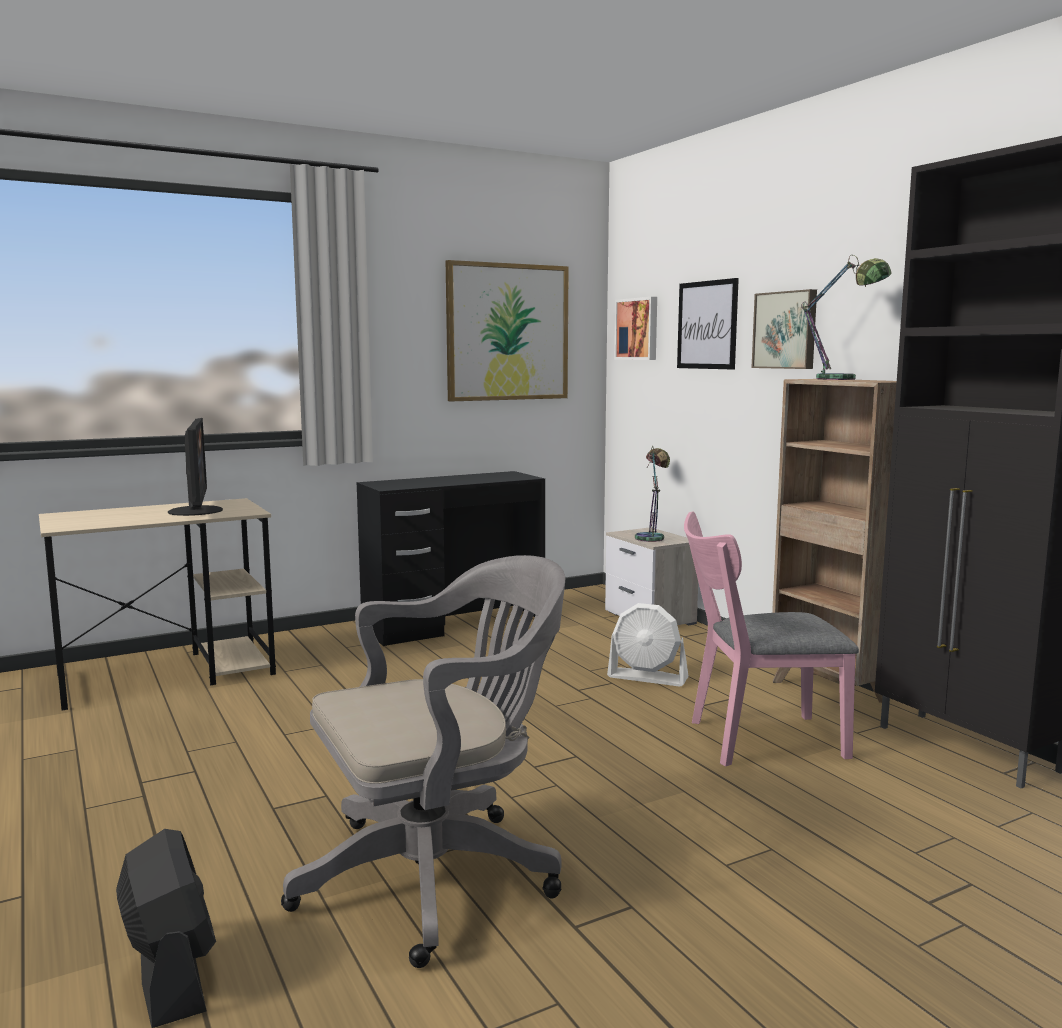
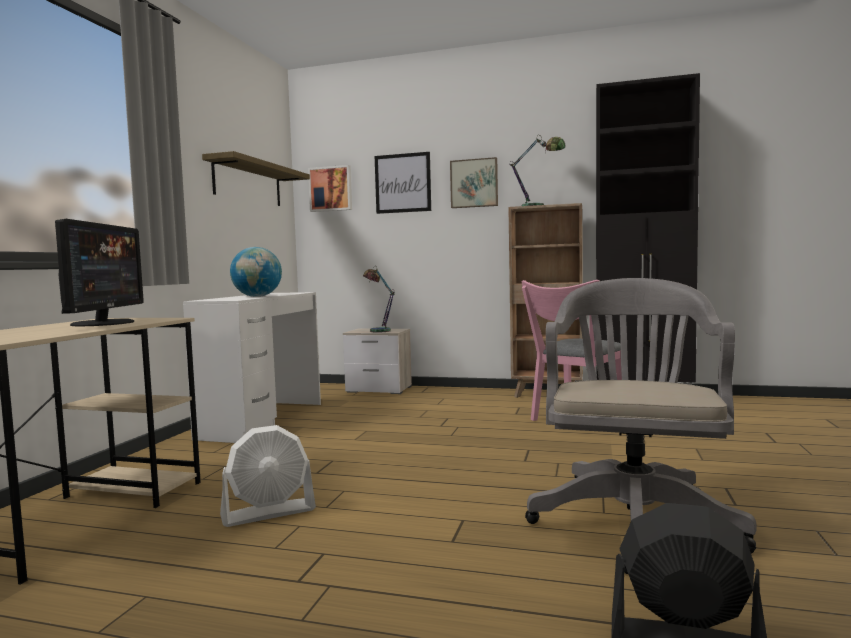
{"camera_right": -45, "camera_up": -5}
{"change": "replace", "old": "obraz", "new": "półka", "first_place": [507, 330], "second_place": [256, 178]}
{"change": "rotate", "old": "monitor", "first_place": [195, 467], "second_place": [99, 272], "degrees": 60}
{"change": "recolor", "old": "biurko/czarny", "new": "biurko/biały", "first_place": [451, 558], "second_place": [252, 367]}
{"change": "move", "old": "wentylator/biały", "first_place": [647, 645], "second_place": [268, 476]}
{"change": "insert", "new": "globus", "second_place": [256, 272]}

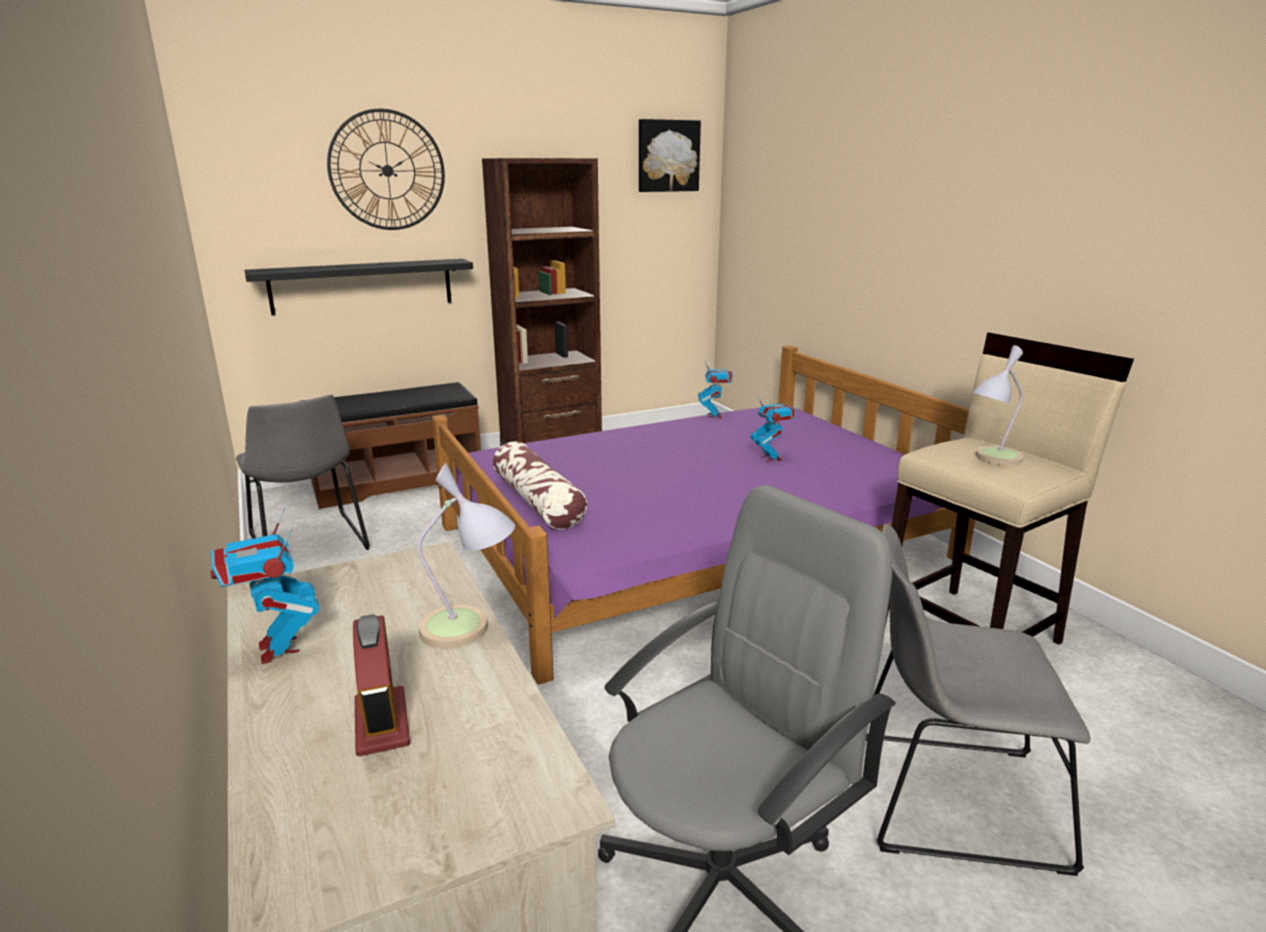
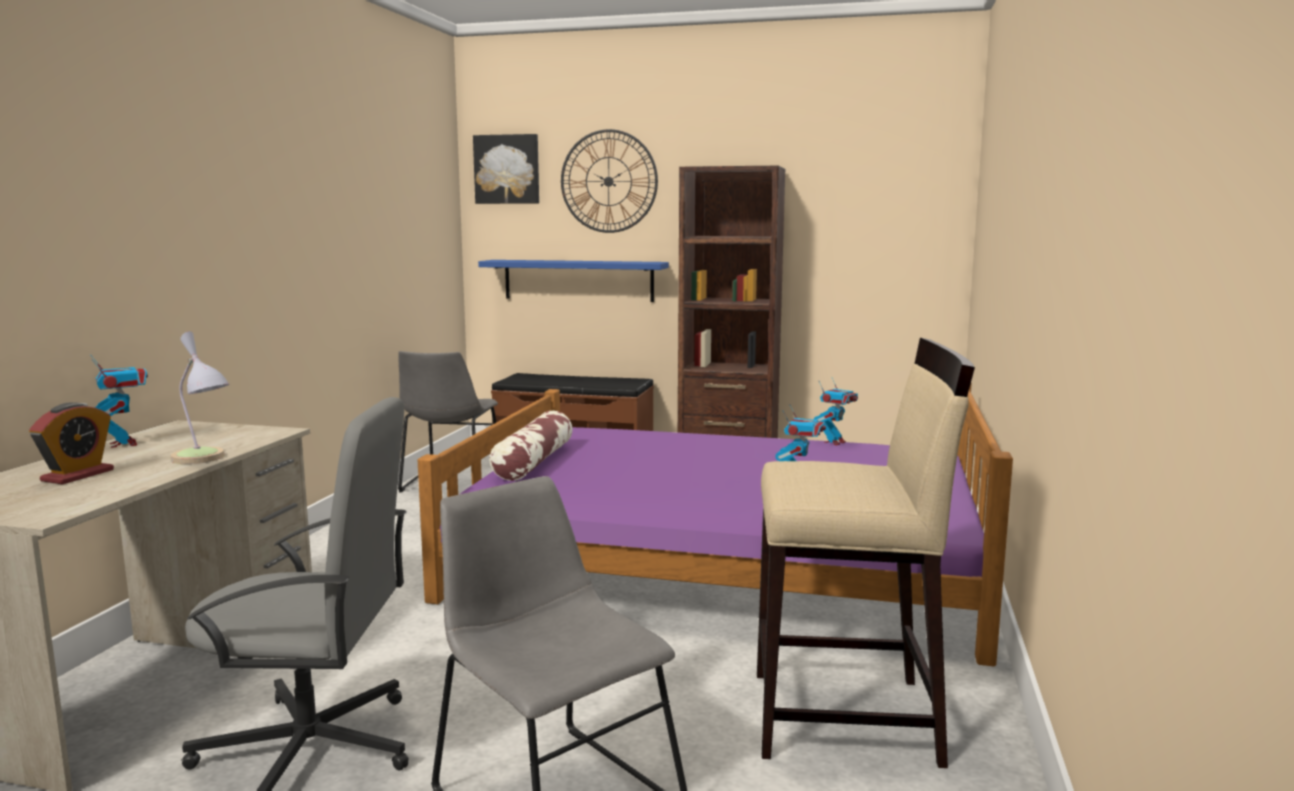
{"camera_right": 40, "camera_up": -10}
{"change": "move", "old": "obraz", "first_place": [670, 155], "second_place": [506, 169]}
{"change": "recolor", "old": "półka/czarny", "new": "półka/niebieski", "first_place": [358, 287], "second_place": [573, 281]}
{"change": "delete", "old": "lampa stołowa", "first_place": [998, 405]}
{"change": "rotate", "old": "robot zabawkowy", "first_place": [264, 585], "second_place": [119, 401], "degrees": 135}

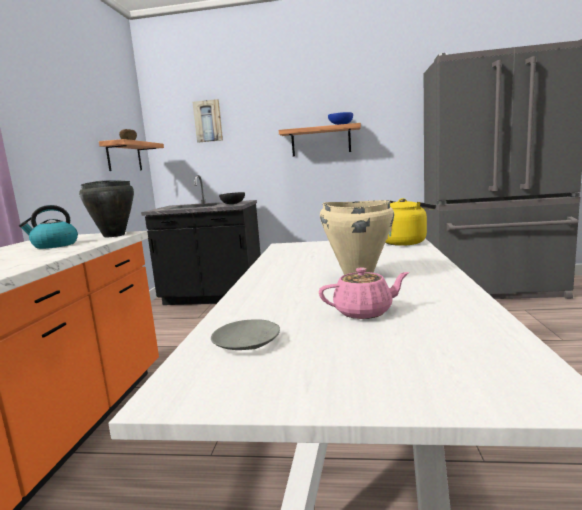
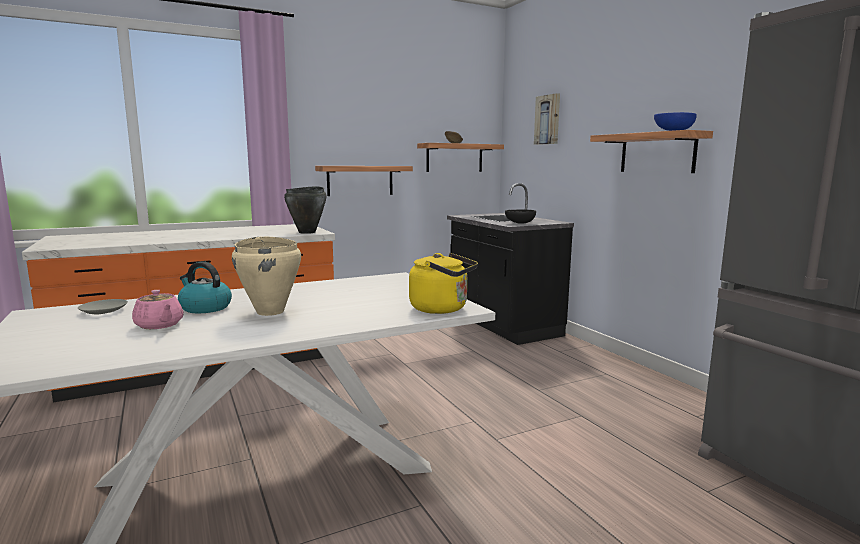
{"camera_right": 55, "camera_up": 0}
{"change": "move", "old": "czajnik", "first_place": [48, 227], "second_place": [205, 287]}
{"change": "insert", "new": "półka", "second_place": [364, 181]}

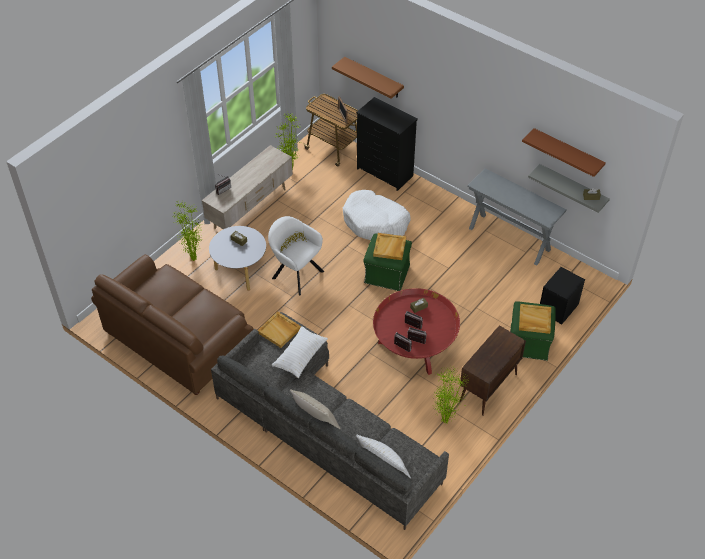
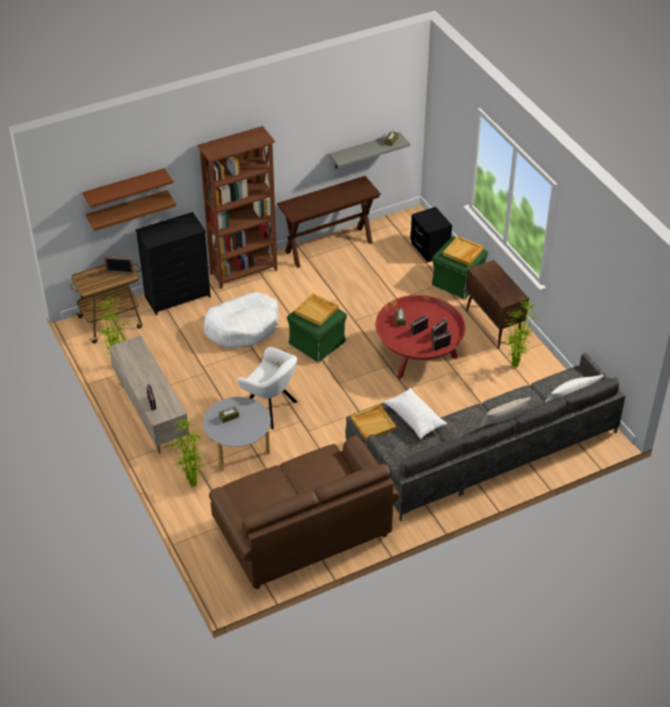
{"camera_right": -65, "camera_up": -5}
{"change": "move", "old": "półka/brązowy", "first_place": [564, 152], "second_place": [127, 188]}
{"change": "recolor", "old": "stolik konsolowy/szary", "new": "stolik konsolowy/brązowy", "first_place": [517, 216], "second_place": [329, 222]}
{"change": "rotate", "old": "fotel/biały", "first_place": [296, 255], "second_place": [267, 388], "degrees": -120}
{"change": "insert", "new": "regał/brązowy", "second_place": [237, 207]}

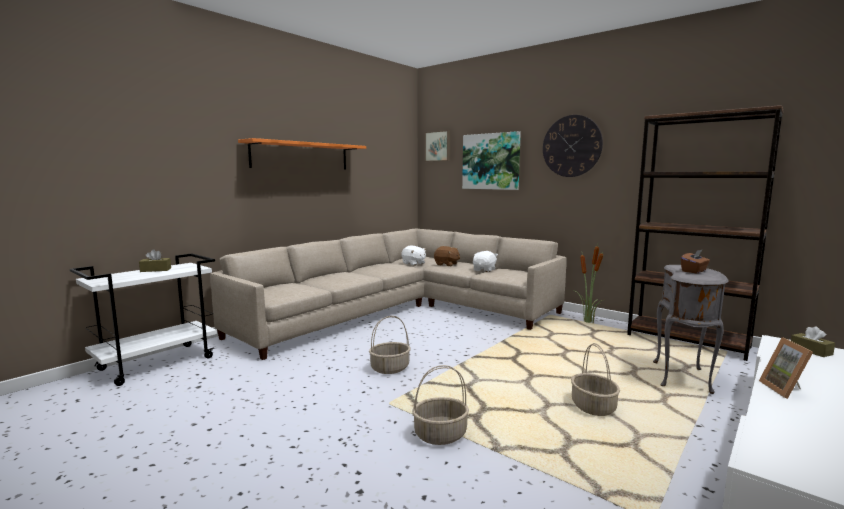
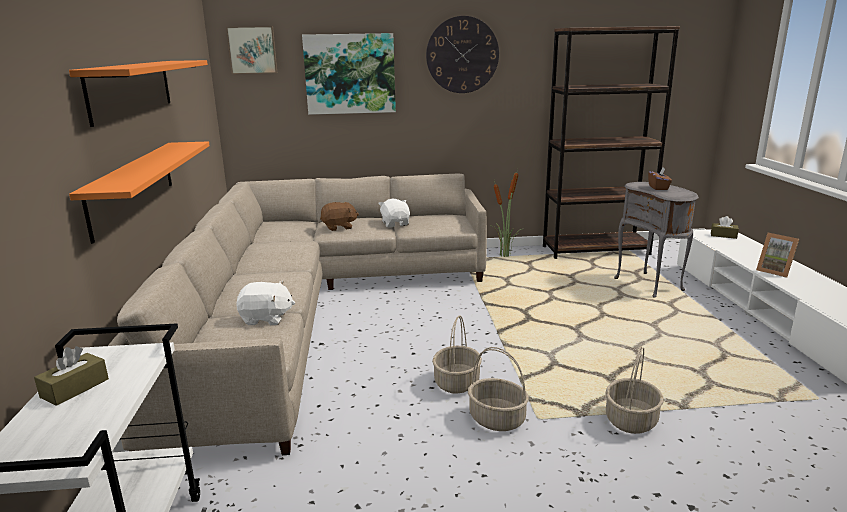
{"camera_right": -45, "camera_up": 10}
{"change": "move", "old": "pluszak/biały", "first_place": [413, 255], "second_place": [265, 303]}
{"change": "move", "old": "koszyk", "first_place": [595, 379], "second_place": [498, 389]}
{"change": "insert", "new": "półka/pomarańczowy", "second_place": [139, 192]}

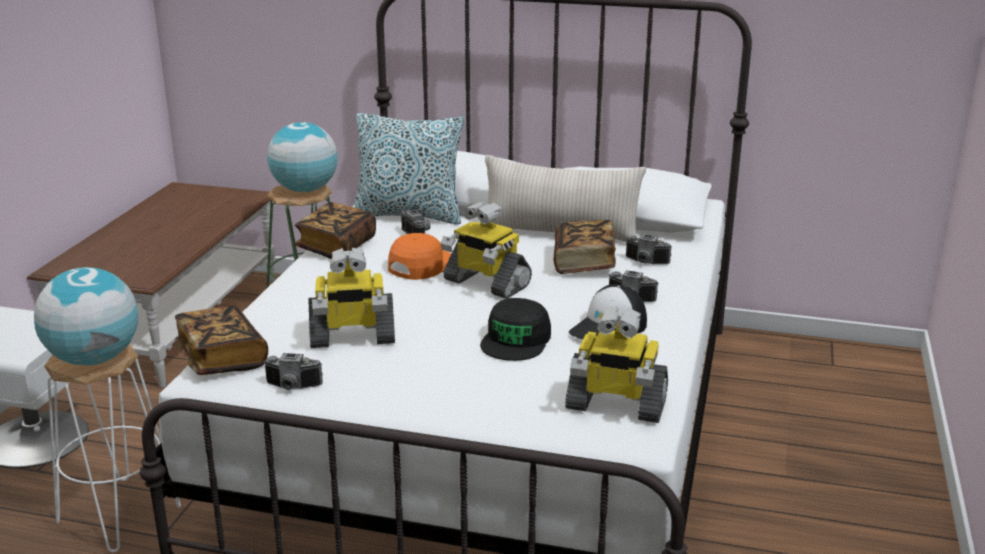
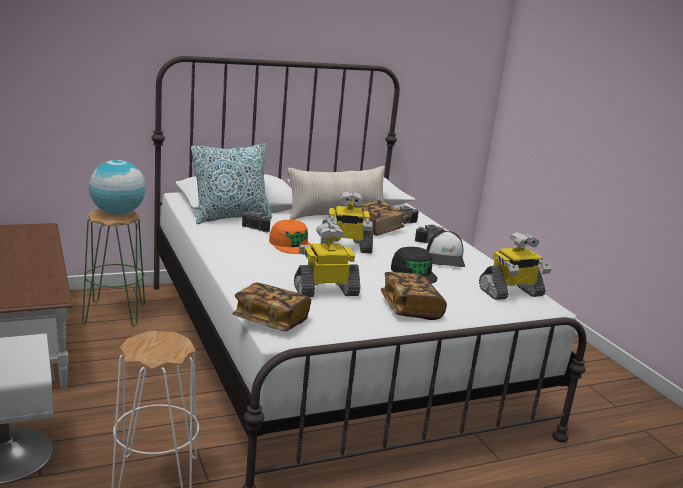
{"camera_right": -40, "camera_up": -5}
{"change": "move", "old": "książka", "first_place": [335, 230], "second_place": [414, 296]}
{"change": "rotate", "old": "czapka z daszkiem/pomarańczowy", "first_place": [419, 256], "second_place": [290, 237], "degrees": 150}
{"change": "rotate", "old": "robot zabawkowy", "first_place": [351, 297], "second_place": [327, 260], "degrees": -150}
{"change": "delete", "old": "globus", "first_place": [86, 316]}
{"change": "delete", "old": "aparat fotograficzny", "first_place": [293, 371]}

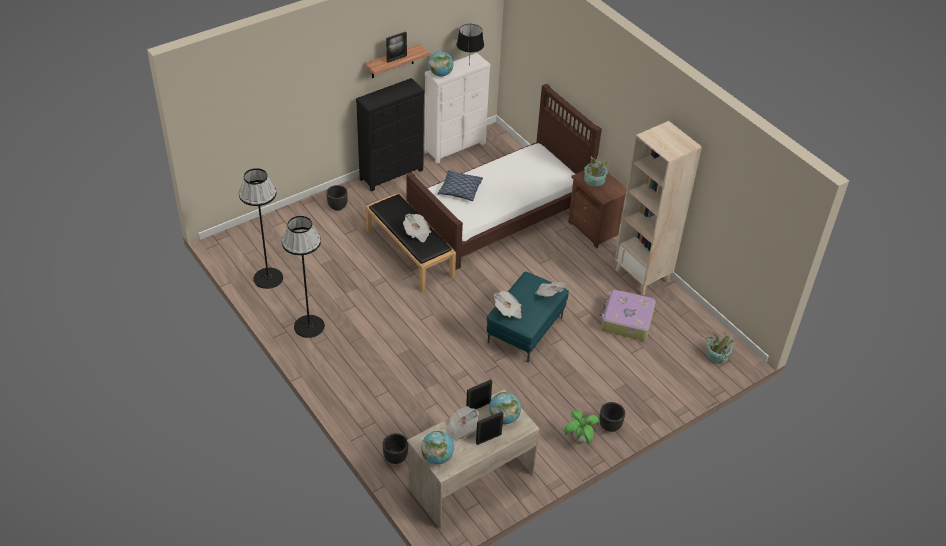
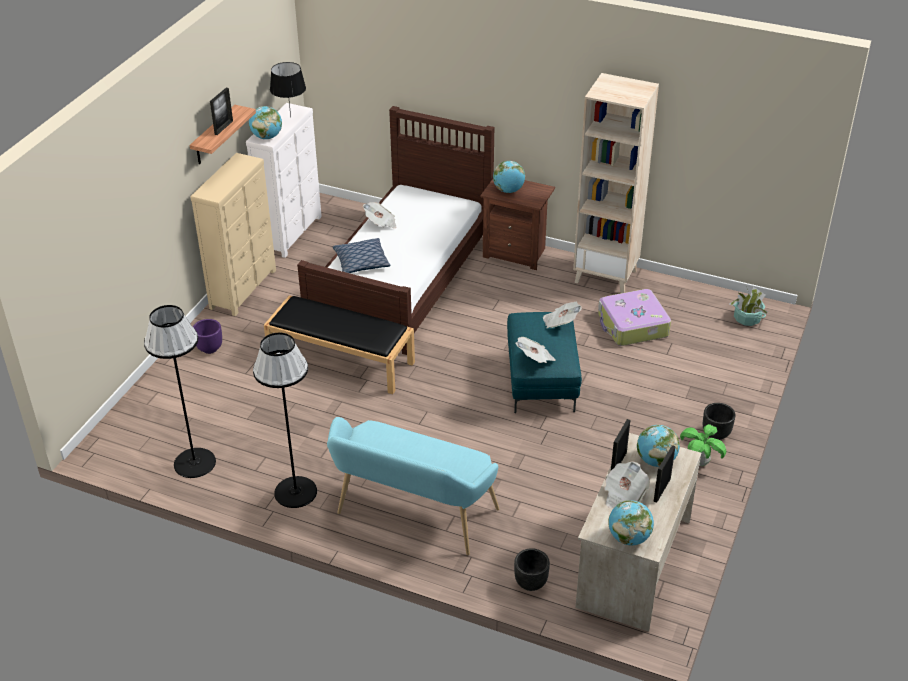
{"camera_right": -30, "camera_up": -5}
{"change": "recolor", "old": "komoda/czarny", "new": "komoda/beżowy", "first_place": [390, 135], "second_place": [233, 234]}
{"change": "replace", "old": "roślina doniczkowa", "new": "globus", "first_place": [597, 172], "second_place": [509, 177]}
{"change": "recolor", "old": "donica/czarny", "new": "donica/fioletowy", "first_place": [337, 198], "second_place": [207, 336]}
{"change": "move", "old": "gazeta", "first_place": [417, 228], "second_place": [379, 215]}
{"change": "insert", "new": "ławka/turkusowy", "second_place": [413, 486]}

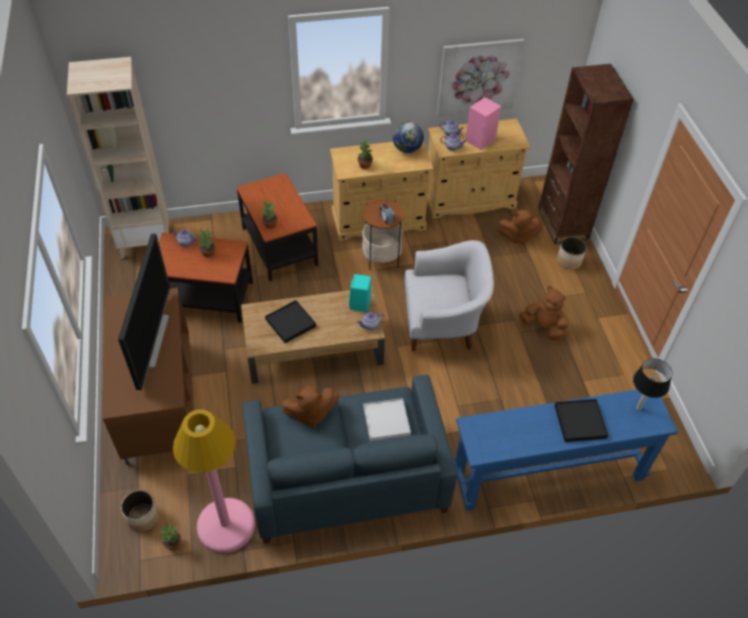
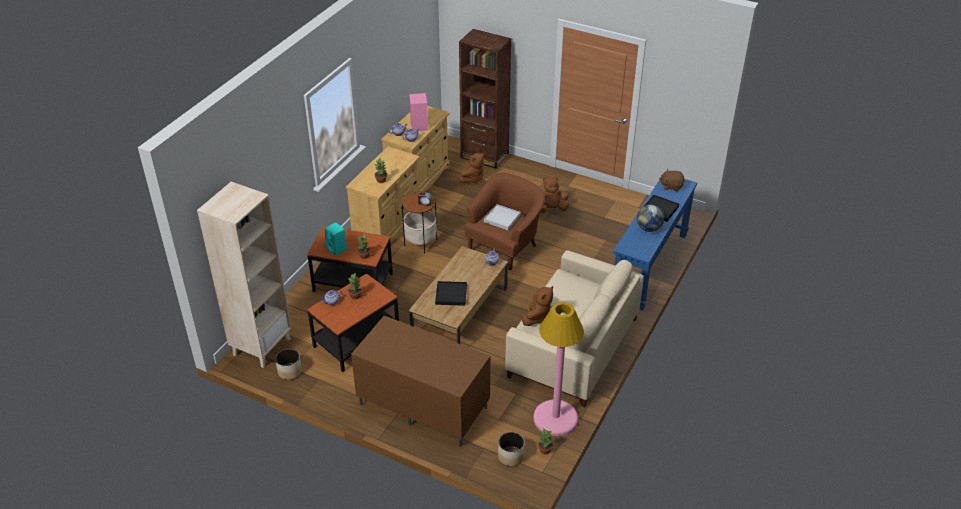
{"camera_right": -50, "camera_up": -10}
{"change": "delete", "old": "obraz", "first_place": [481, 77]}
{"change": "move", "old": "globus", "first_place": [408, 137], "second_place": [650, 218]}
{"change": "delete", "old": "telewizor", "first_place": [144, 312]}
{"change": "move", "old": "donica", "first_place": [572, 253], "second_place": [288, 364]}
{"change": "recolor", "old": "fotel/biały", "new": "fotel/brązowy", "first_place": [449, 295], "second_place": [504, 221]}
{"change": "move", "old": "głośnik/turkusowy", "first_place": [360, 293], "second_place": [336, 239]}
{"change": "replace", "old": "lampa stołowa", "new": "pluszak/brązowy", "first_place": [652, 384], "second_place": [672, 180]}
{"change": "recolor", "old": "kanapa/niebieski", "new": "kanapa/beżowy", "first_place": [350, 459], "second_place": [574, 328]}
{"change": "move", "old": "taca/biały", "first_place": [387, 419], "second_place": [502, 217]}

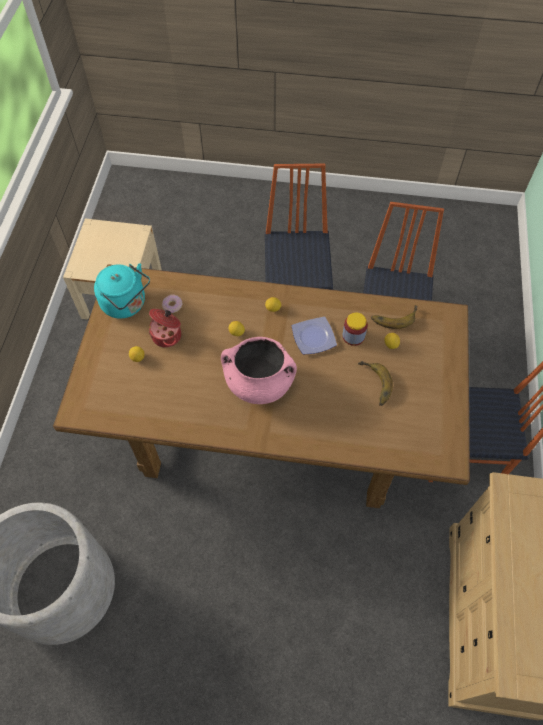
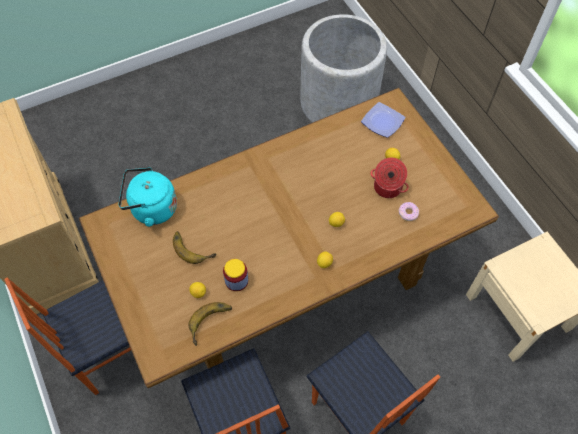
{"camera_right": 145, "camera_up": 0}
{"change": "move", "old": "czajnik/turkusowy", "first_place": [122, 291], "second_place": [148, 197]}
{"change": "move", "old": "talerz", "first_place": [314, 335], "second_place": [383, 120]}
{"change": "delete", "old": "garnek/różowy", "first_place": [259, 370]}

